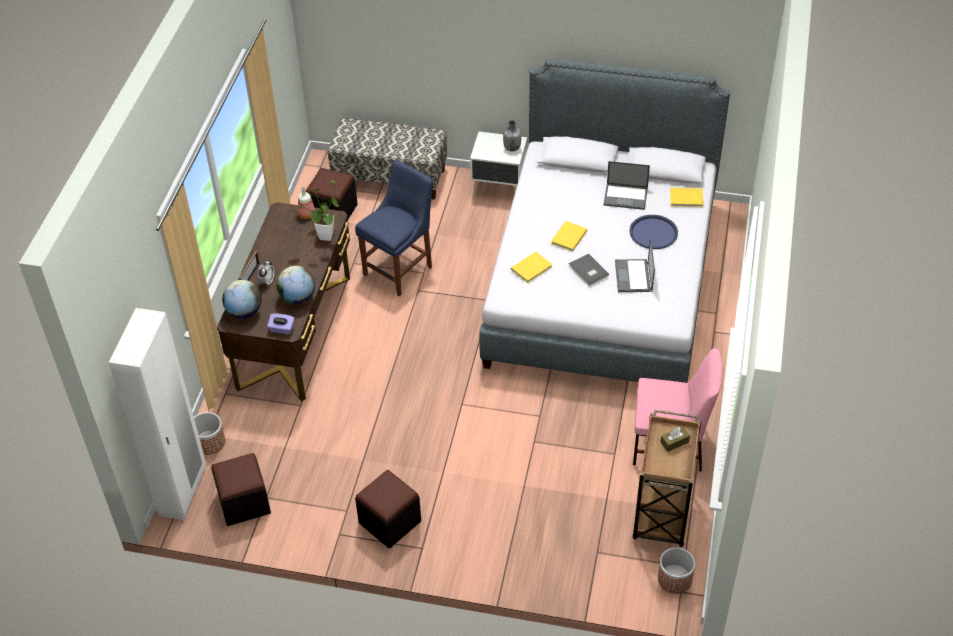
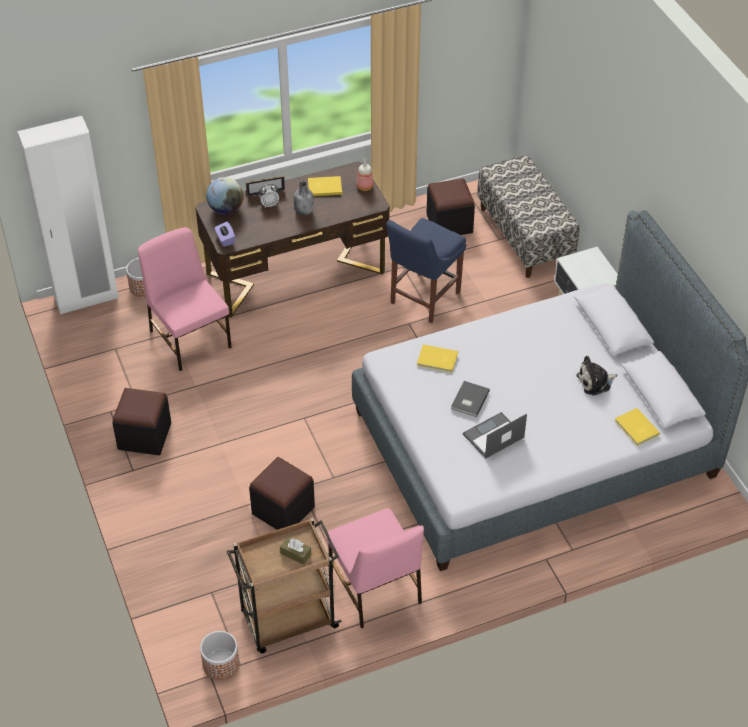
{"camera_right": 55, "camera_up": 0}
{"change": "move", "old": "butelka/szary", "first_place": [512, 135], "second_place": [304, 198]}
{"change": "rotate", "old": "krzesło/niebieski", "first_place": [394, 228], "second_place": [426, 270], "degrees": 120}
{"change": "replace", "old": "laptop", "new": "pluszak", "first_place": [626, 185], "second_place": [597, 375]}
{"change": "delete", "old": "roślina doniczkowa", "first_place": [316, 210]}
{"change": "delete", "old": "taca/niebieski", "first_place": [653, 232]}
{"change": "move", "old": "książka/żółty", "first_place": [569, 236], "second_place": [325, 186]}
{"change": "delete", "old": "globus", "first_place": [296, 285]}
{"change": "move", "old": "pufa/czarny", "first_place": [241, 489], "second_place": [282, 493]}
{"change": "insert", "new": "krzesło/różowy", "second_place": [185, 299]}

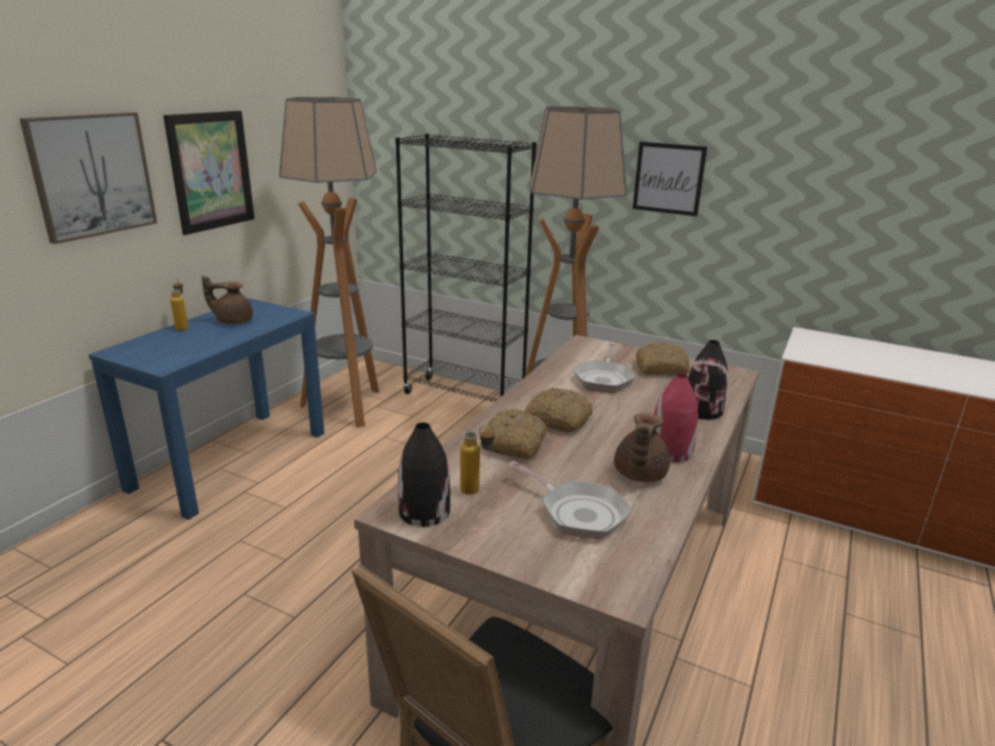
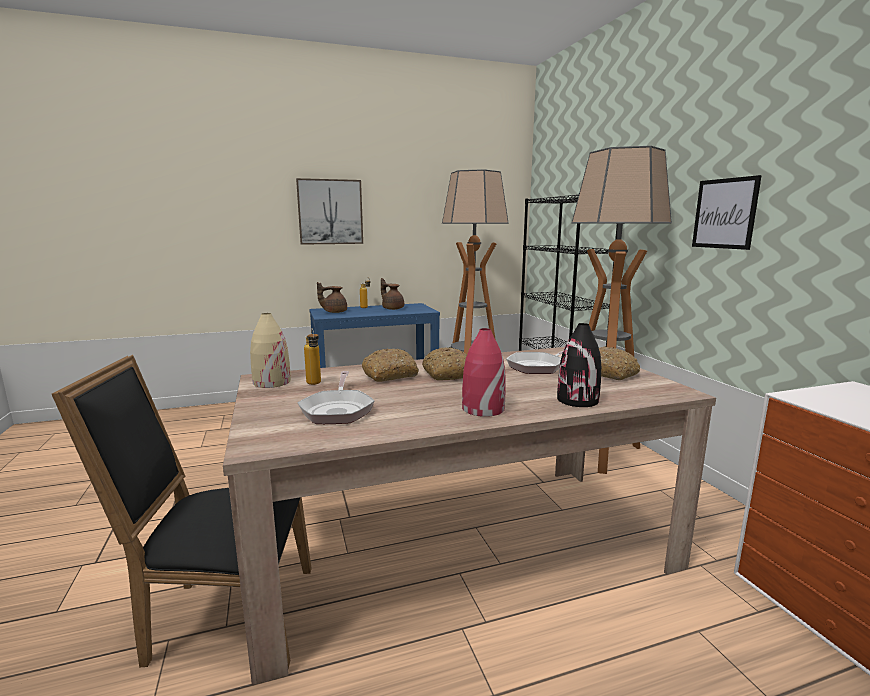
{"camera_right": 45, "camera_up": -10}
{"change": "delete", "old": "obraz", "first_place": [209, 173]}
{"change": "move", "old": "imbryk/brązowy", "first_place": [642, 447], "second_place": [332, 297]}
{"change": "recolor", "old": "wazon/czarny", "new": "wazon/beżowy", "first_place": [424, 475], "second_place": [270, 350]}

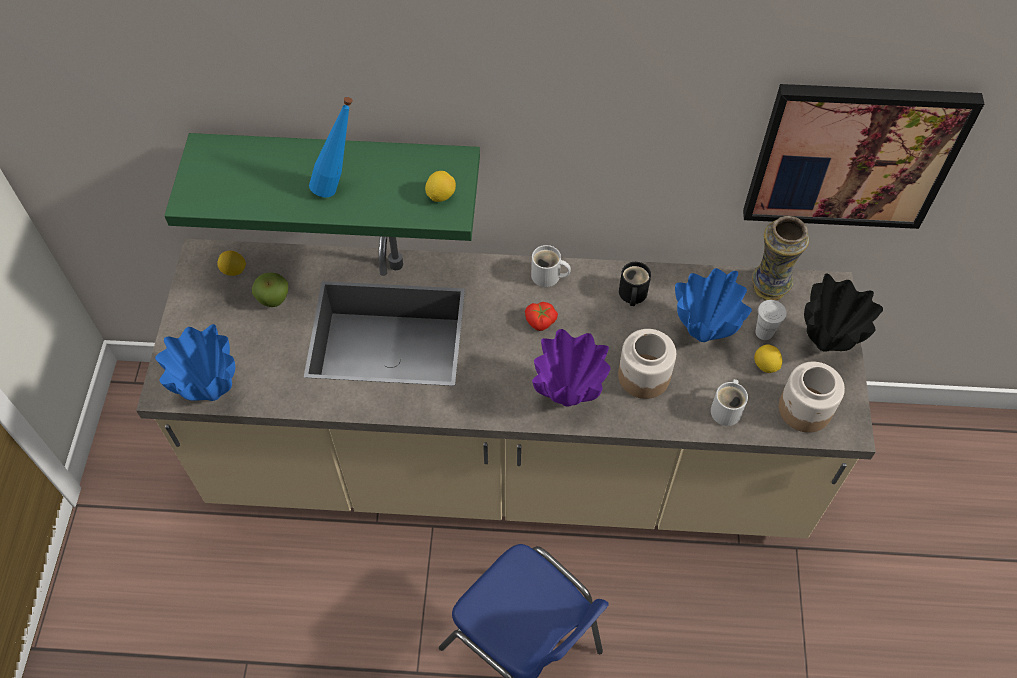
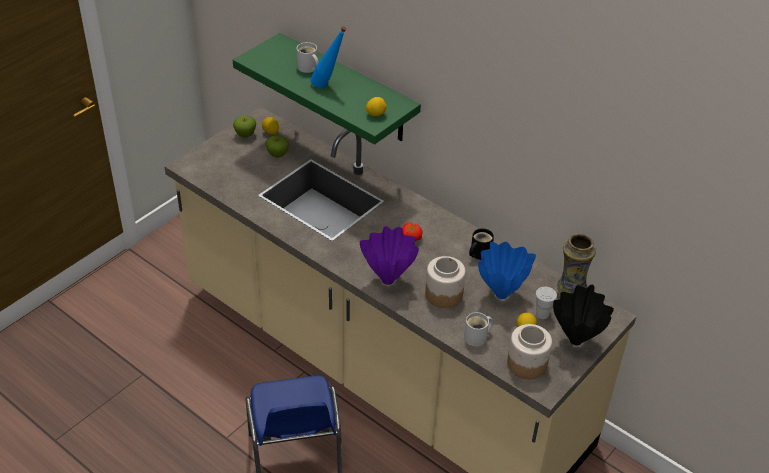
{"camera_right": 35, "camera_up": -15}
{"change": "delete", "old": "obraz", "first_place": [863, 156]}
{"change": "move", "old": "kubek/biały", "first_place": [551, 266], "second_place": [308, 57]}
{"change": "delete", "old": "wazon/niebieski", "first_place": [195, 362]}
{"change": "insert", "new": "jabłko", "second_place": [244, 127]}

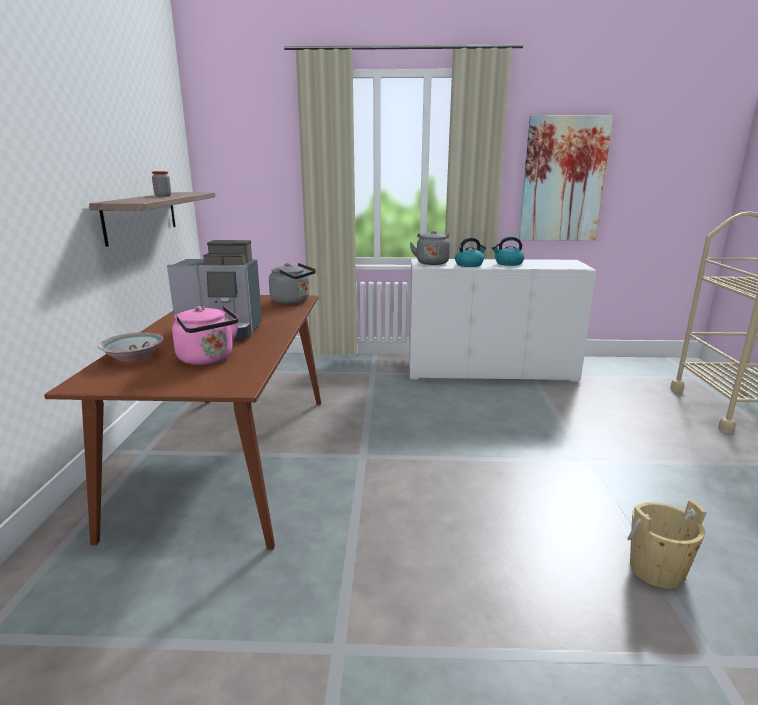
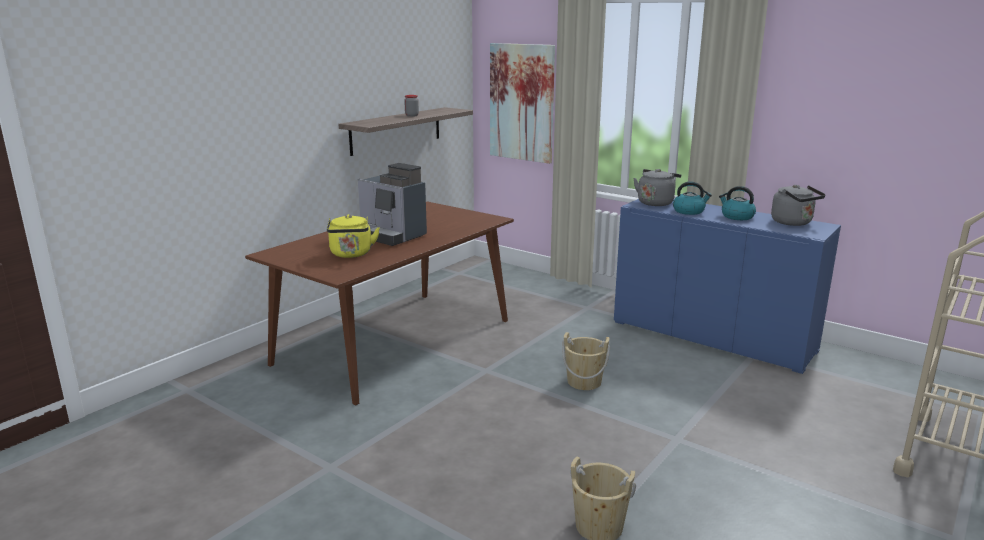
{"camera_right": 35, "camera_up": 0}
{"change": "move", "old": "obraz", "first_place": [566, 178], "second_place": [522, 103]}
{"change": "recolor", "old": "szafka/biały", "new": "szafka/niebieski", "first_place": [502, 320], "second_place": [727, 286]}
{"change": "move", "old": "czajnik/szary", "first_place": [292, 283], "second_place": [798, 205]}
{"change": "recolor", "old": "czajnik/różowy", "new": "czajnik/żółty", "first_place": [205, 335], "second_place": [353, 236]}
{"change": "delete", "old": "miska", "first_place": [131, 347]}
{"change": "insert", "new": "wiadro/beżowy", "second_place": [586, 361]}

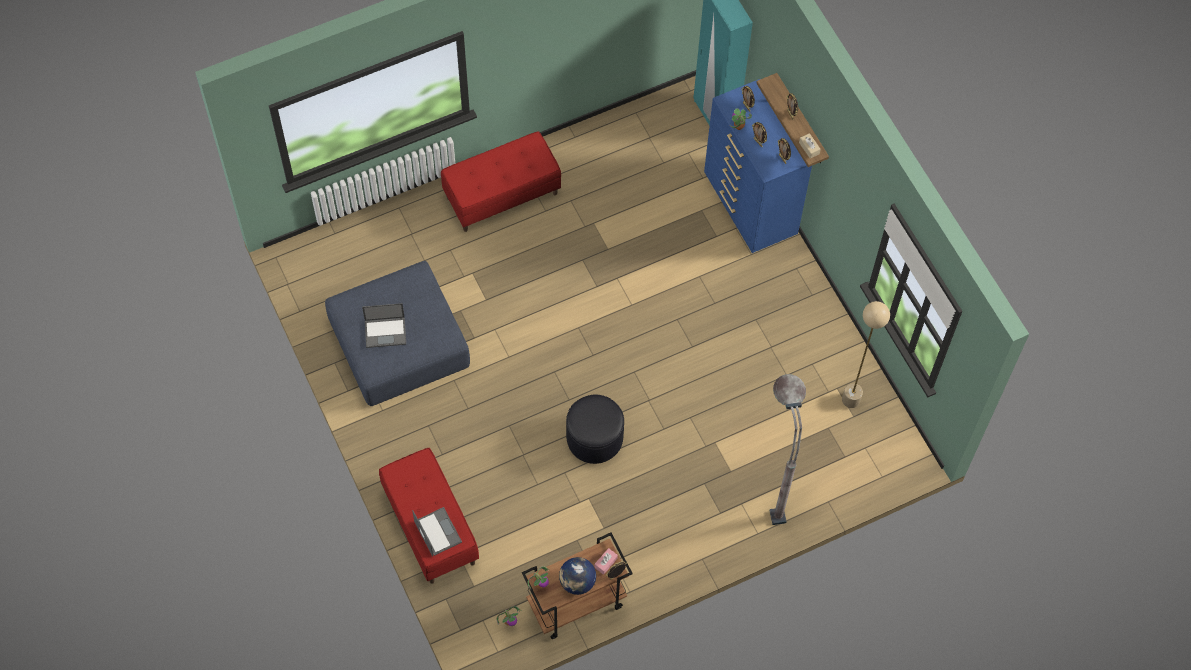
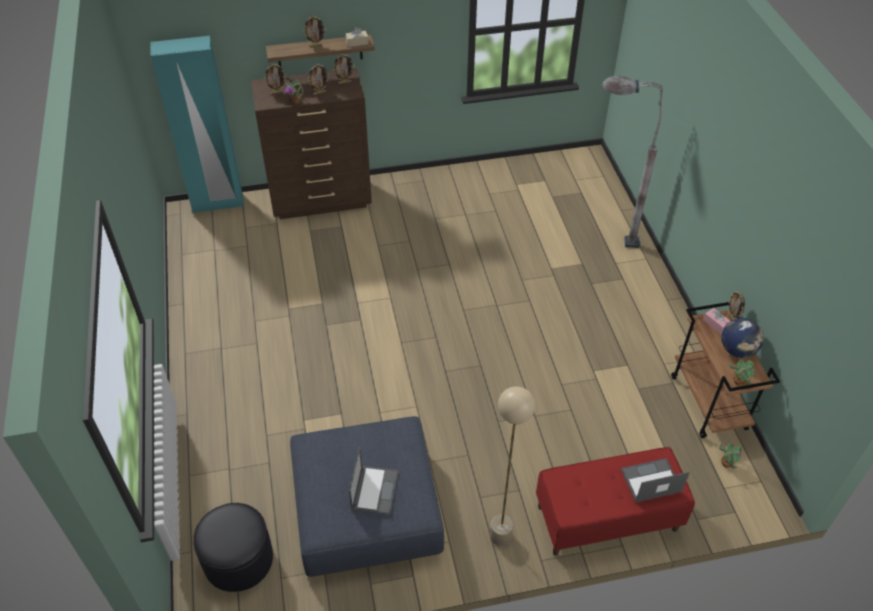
{"camera_right": -75, "camera_up": -15}
{"change": "recolor", "old": "komoda/niebieski", "new": "komoda/brązowy", "first_place": [758, 166], "second_place": [311, 143]}
{"change": "delete", "old": "ławka/czerwony", "first_place": [501, 181]}
{"change": "move", "old": "lampa stojąca/beżowy", "first_place": [866, 354], "second_place": [512, 466]}
{"change": "move", "old": "pufa/czarny", "first_place": [595, 429], "second_place": [233, 547]}

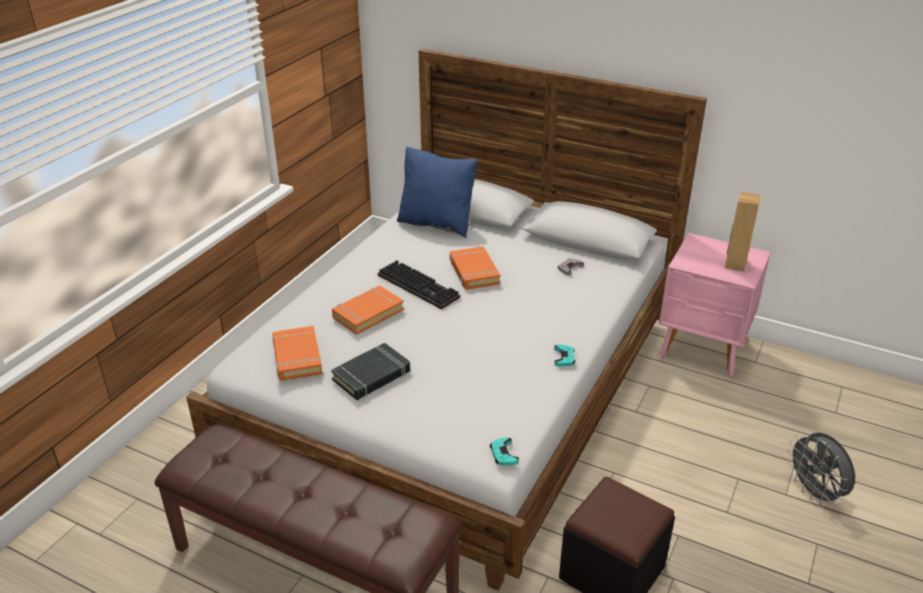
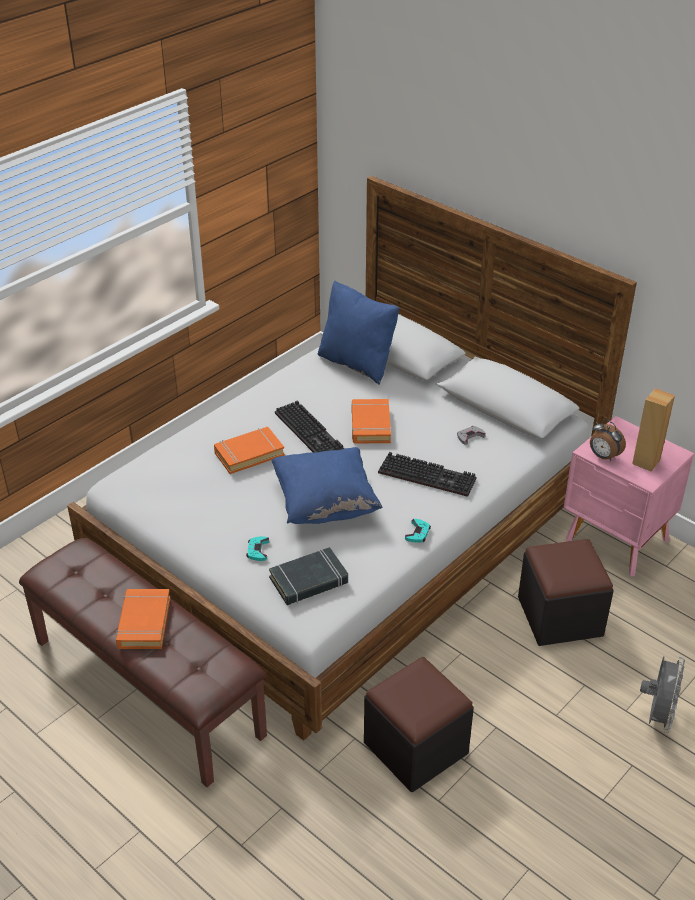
{"camera_right": 15, "camera_up": 5}
{"change": "move", "old": "książka/pomarańczowy", "first_place": [297, 353], "second_place": [143, 619]}
{"change": "move", "old": "książka/czarny", "first_place": [370, 371], "second_place": [308, 576]}
{"change": "rotate", "old": "wentylator/szary", "first_place": [821, 469], "second_place": [662, 694], "degrees": -150}
{"change": "move", "old": "pad do gier/turkusowy", "first_place": [504, 451], "second_place": [257, 549]}
{"change": "insert", "new": "budzik", "second_place": [608, 440]}
{"change": "insert", "new": "poduszka/niebieski", "second_place": [327, 485]}
{"change": "insert", "new": "klawiatura", "second_place": [427, 474]}
{"change": "insert", "new": "pufa/czarny", "second_place": [566, 592]}

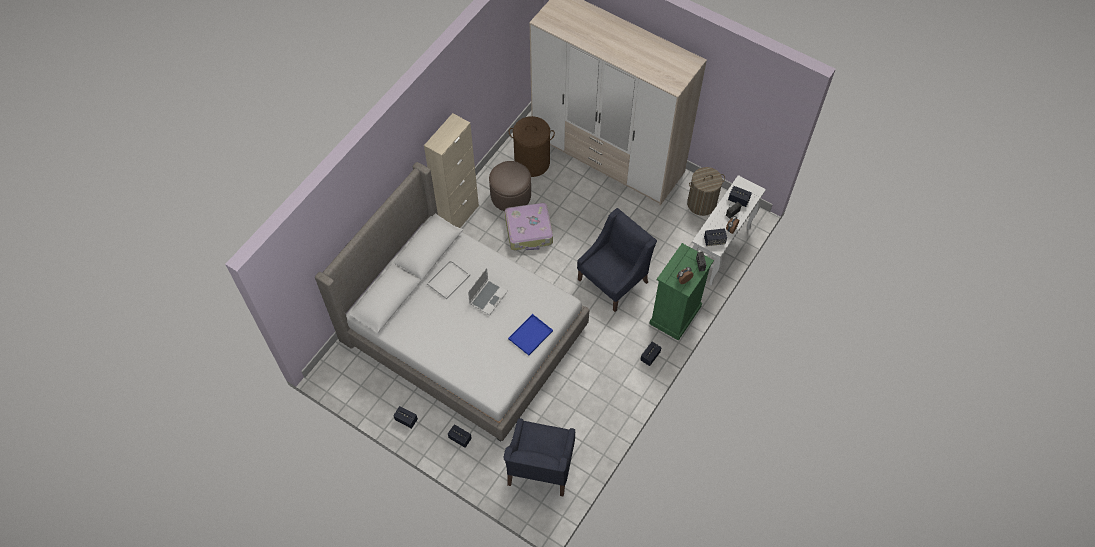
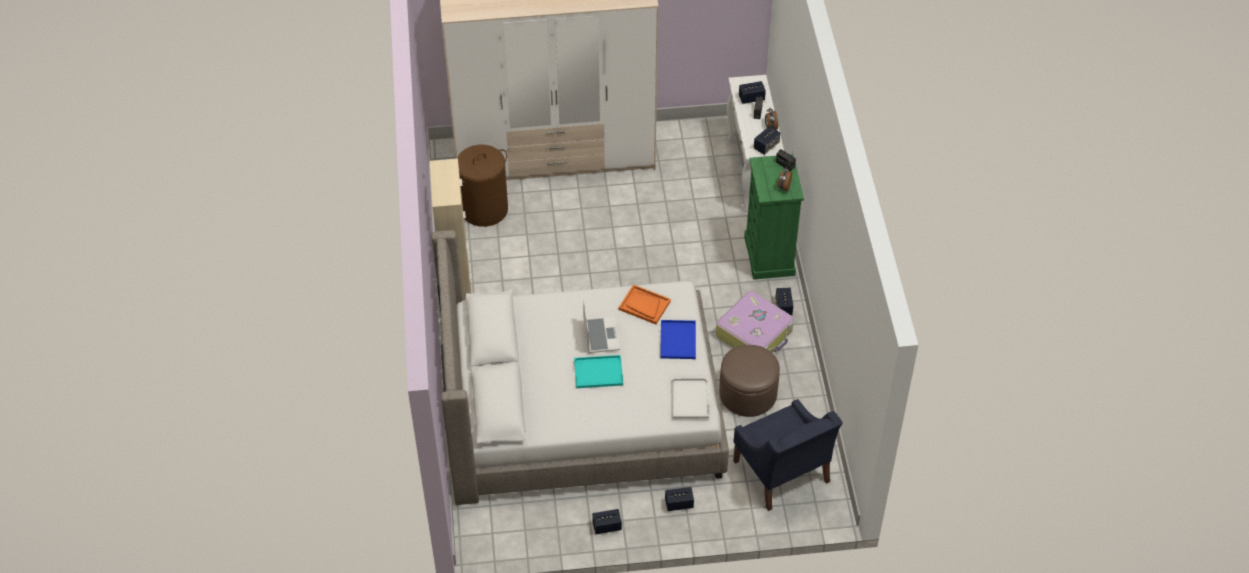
{"camera_right": -40, "camera_up": -10}
{"change": "move", "old": "pufa/brązowy", "first_place": [510, 186], "second_place": [749, 381]}
{"change": "delete", "old": "kosz na pranie", "first_place": [706, 191]}
{"change": "move", "old": "walizka", "first_place": [529, 226], "second_place": [755, 322]}
{"change": "delete", "old": "fotel/niebieski", "first_place": [617, 260]}
{"change": "move", "old": "taca/biały", "first_place": [448, 279], "second_place": [690, 398]}
{"change": "insert", "new": "taca/pomarańczowy", "second_place": [644, 304]}
{"change": "insert", "new": "taca/turkusowy", "second_place": [598, 371]}

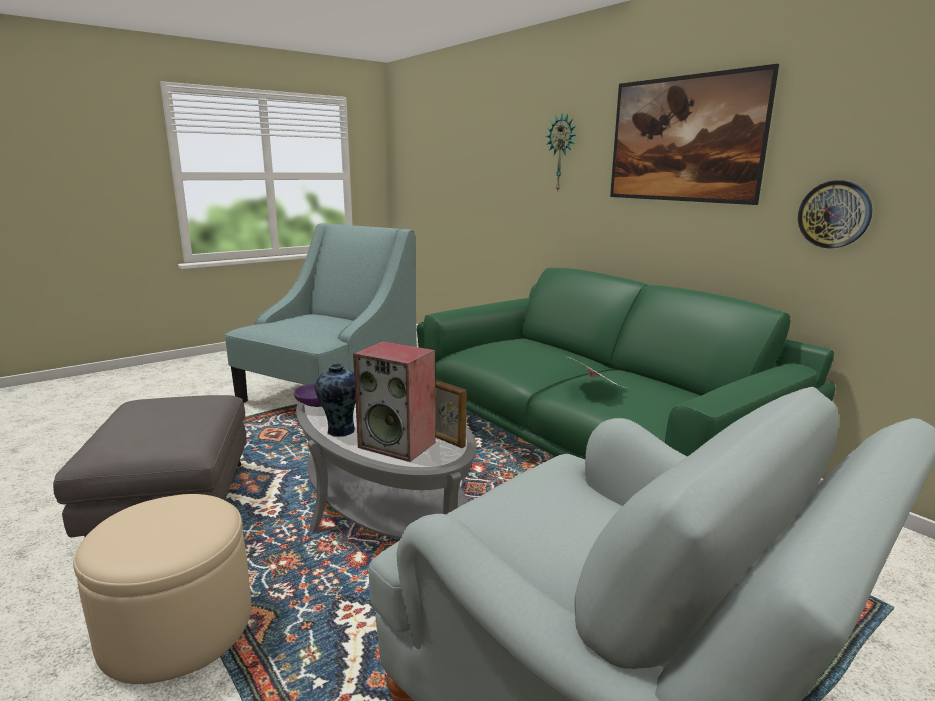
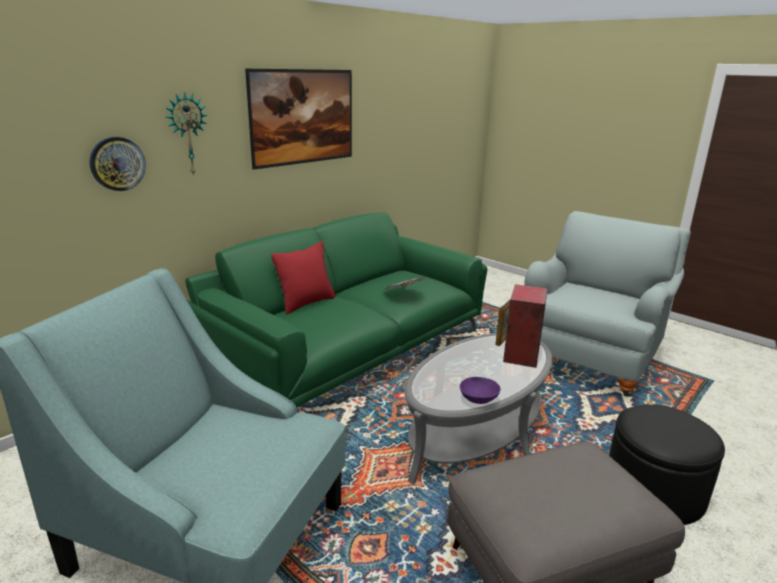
{"camera_right": -100, "camera_up": 5}
{"change": "move", "old": "zegar ścienny", "first_place": [835, 214], "second_place": [118, 164]}
{"change": "delete", "old": "wazon", "first_place": [335, 400]}
{"change": "recolor", "old": "pufa/beżowy", "new": "pufa/czarny", "first_place": [162, 589], "second_place": [667, 464]}
{"change": "insert", "new": "poduszka/czerwony", "second_place": [303, 278]}

